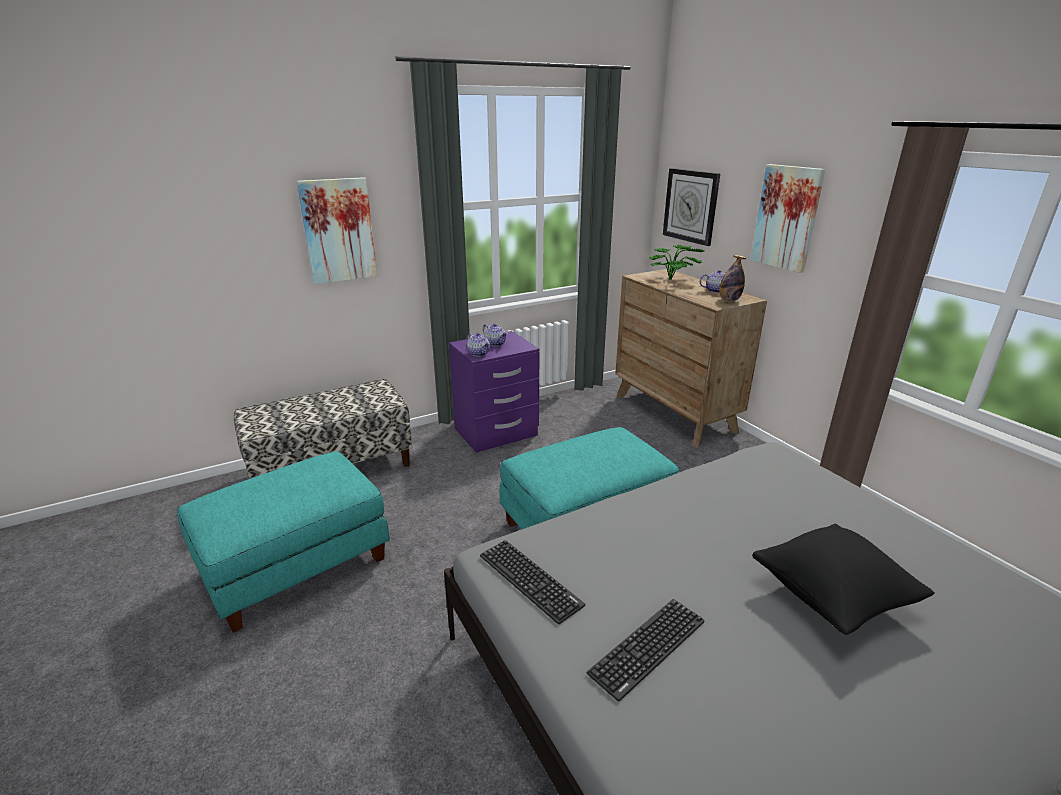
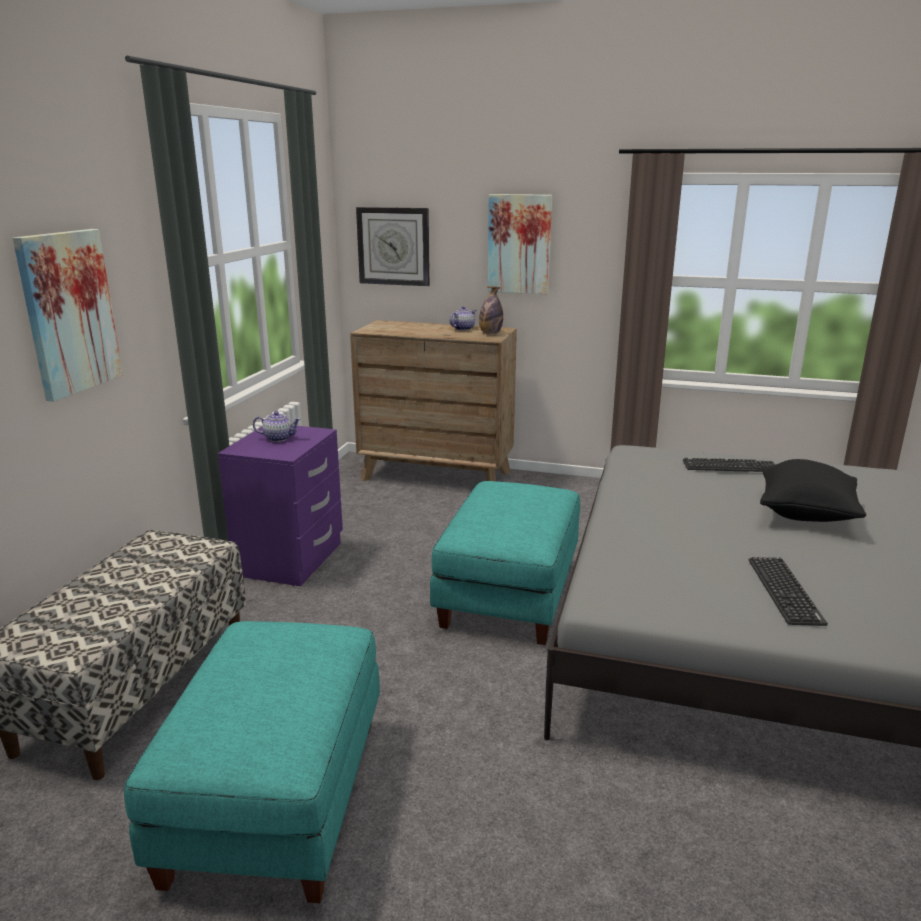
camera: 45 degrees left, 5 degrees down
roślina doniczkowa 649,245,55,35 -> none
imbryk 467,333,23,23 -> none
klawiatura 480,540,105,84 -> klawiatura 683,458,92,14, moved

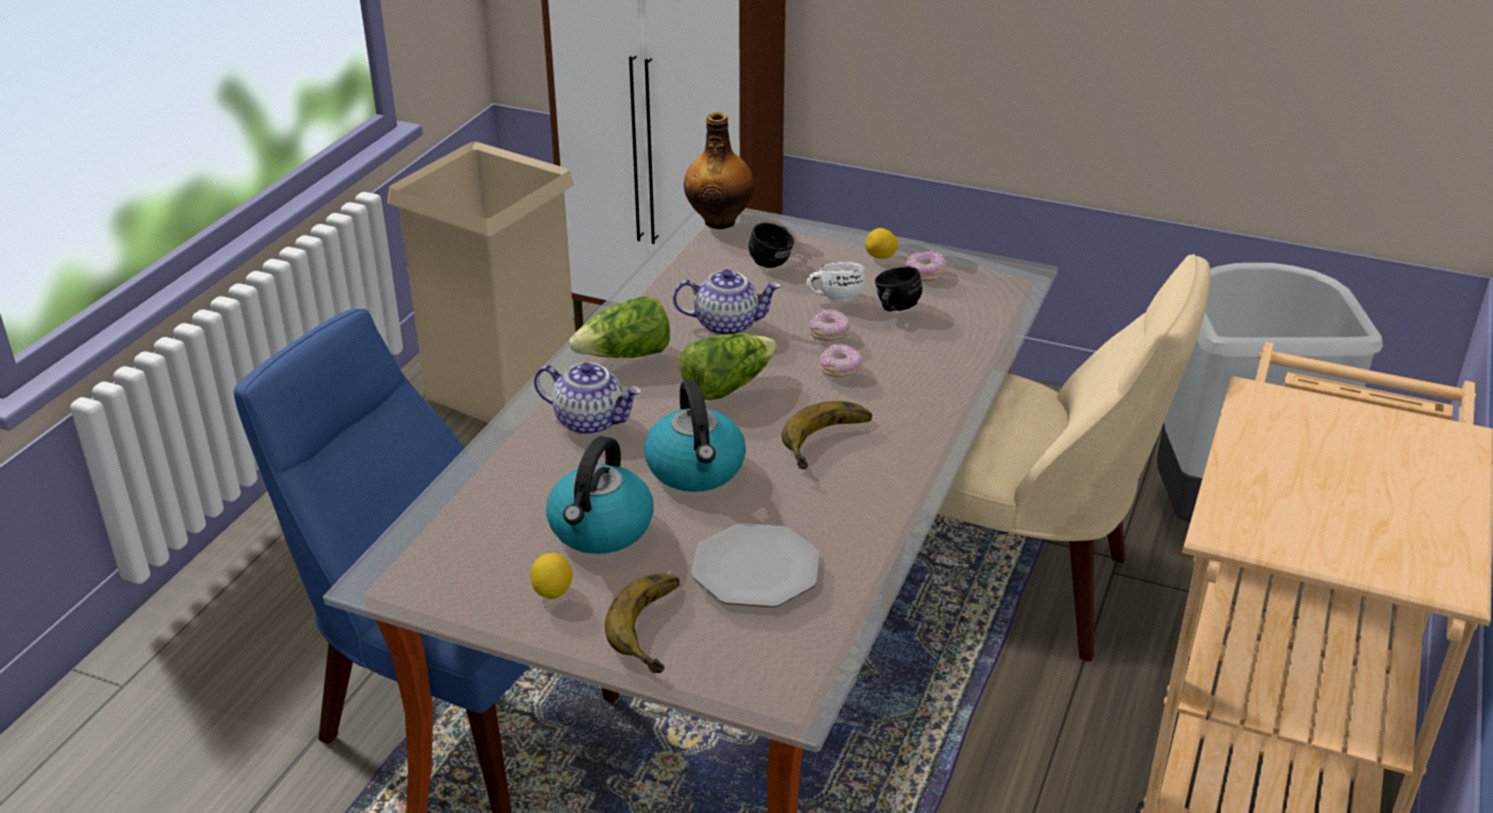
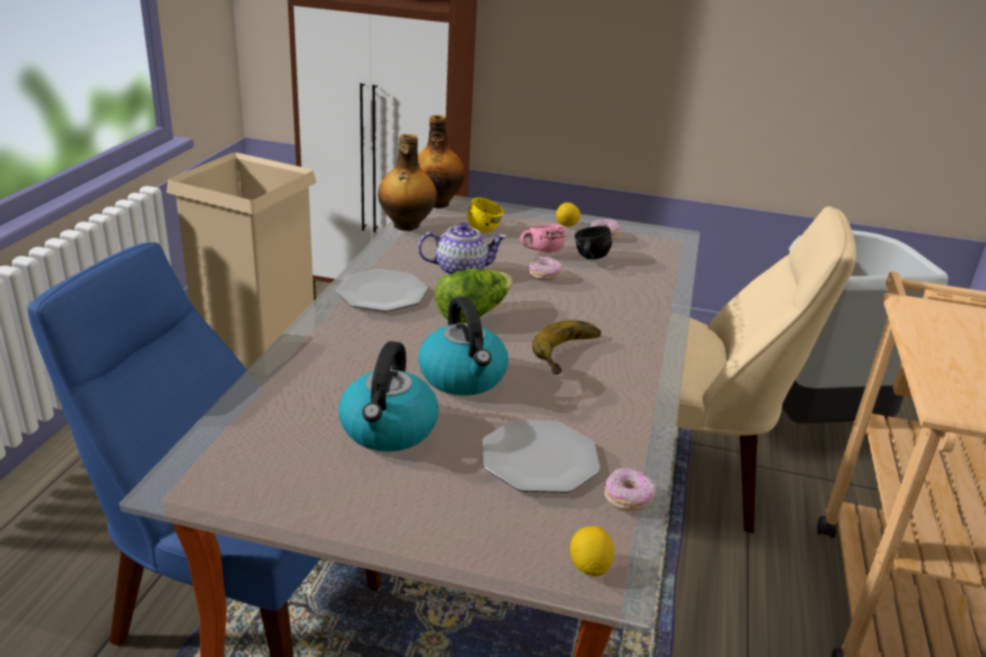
camera: 10 degrees left, 5 degrees down
kubek [czarny] 749,222,45,46 -> kubek [żółty] 467,197,36,35
kubek [biały] 807,262,58,39 -> kubek [różowy] 520,224,46,29
sałata 569,296,101,62 -> talerz 336,269,92,43
donut 820,344,42,33 -> donut 604,468,52,43, moved
imbryk 534,362,108,73 -> none
cytryna 531,553,42,46 -> cytryna 570,526,45,50, moved
banan 605,573,75,100 -> none
none -> butelka 378,134,59,97

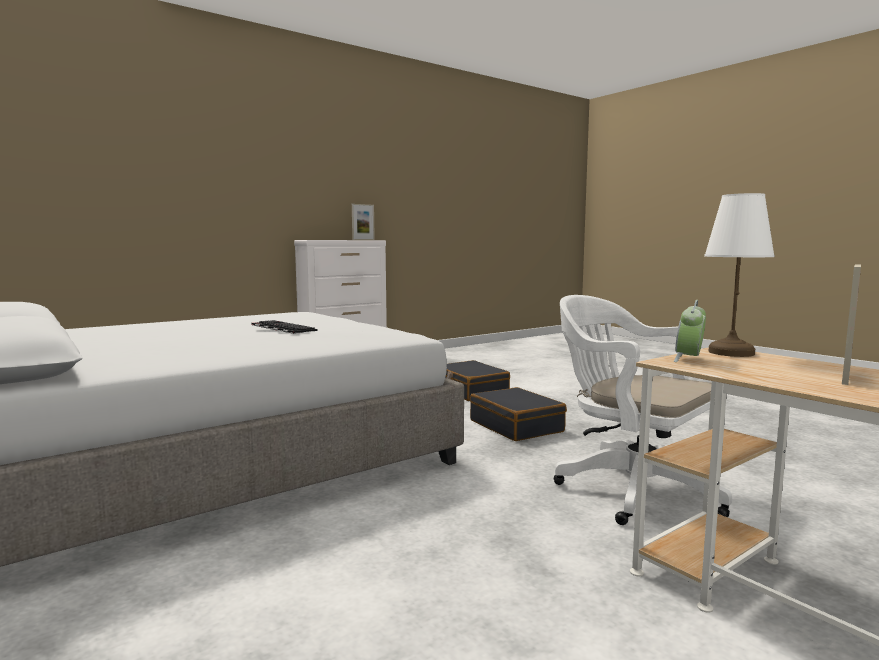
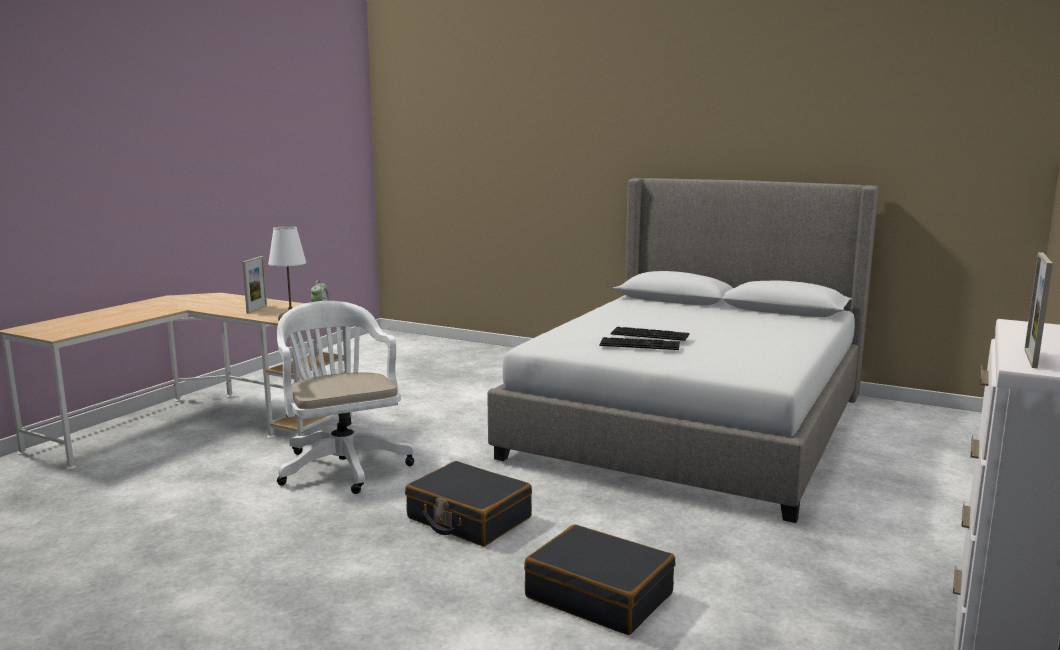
camera: 155 degrees right, 5 degrees up
krzesło biurowe [biały] 554,295,178,230 -> krzesło biurowe [biały] 277,301,137,193, 135 degrees counterclockwise
none -> klawiatura 600,337,80,13

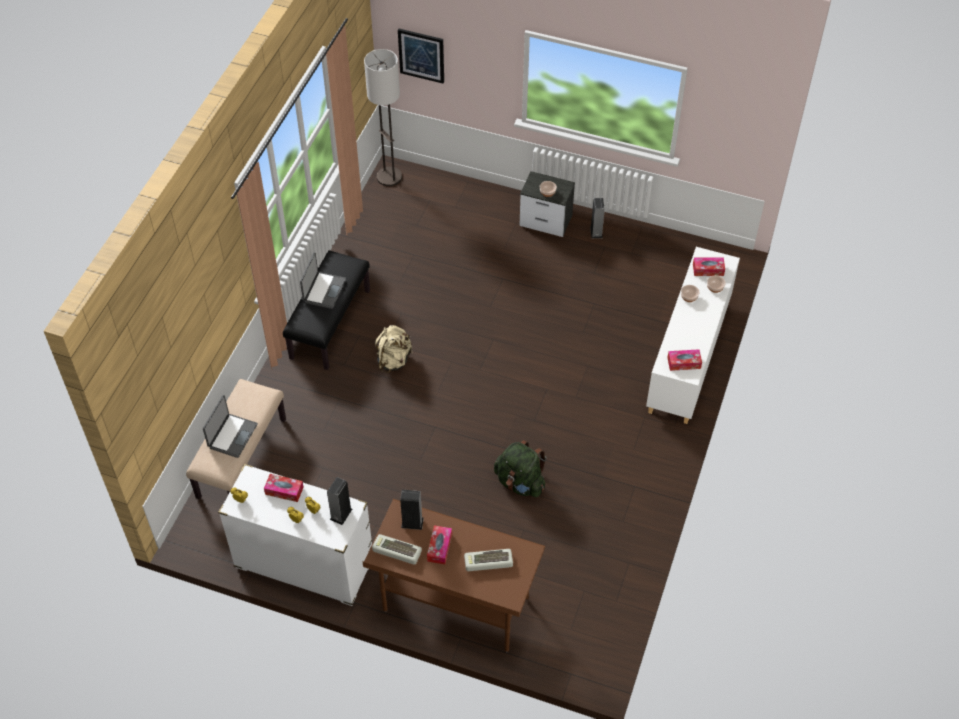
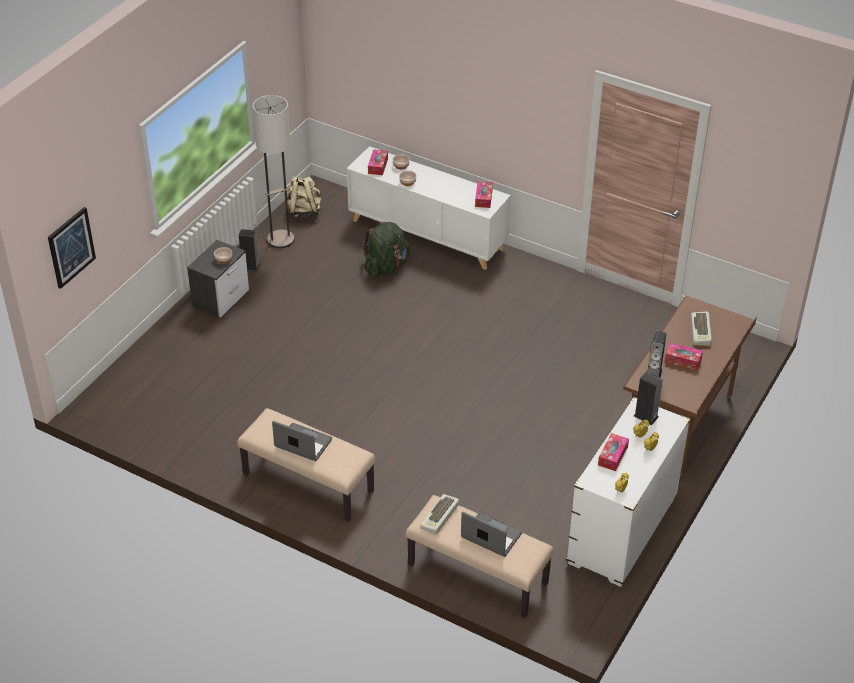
camera: 80 degrees left, 10 degrees down
lampa stojąca 364,49,38,137 -> lampa stojąca 252,95,42,153, moved
ławka [czarny] 283,251,87,119 -> ławka [beżowy] 237,408,138,114
plecak [beżowy] 375,325,37,48 -> plecak [beżowy] 287,176,35,42, moved
plecak [zielony] 494,440,52,57 -> plecak [zielony] 363,222,47,54, moved
klawiatura 372,534,50,31 -> klawiatura 420,494,39,41, moved

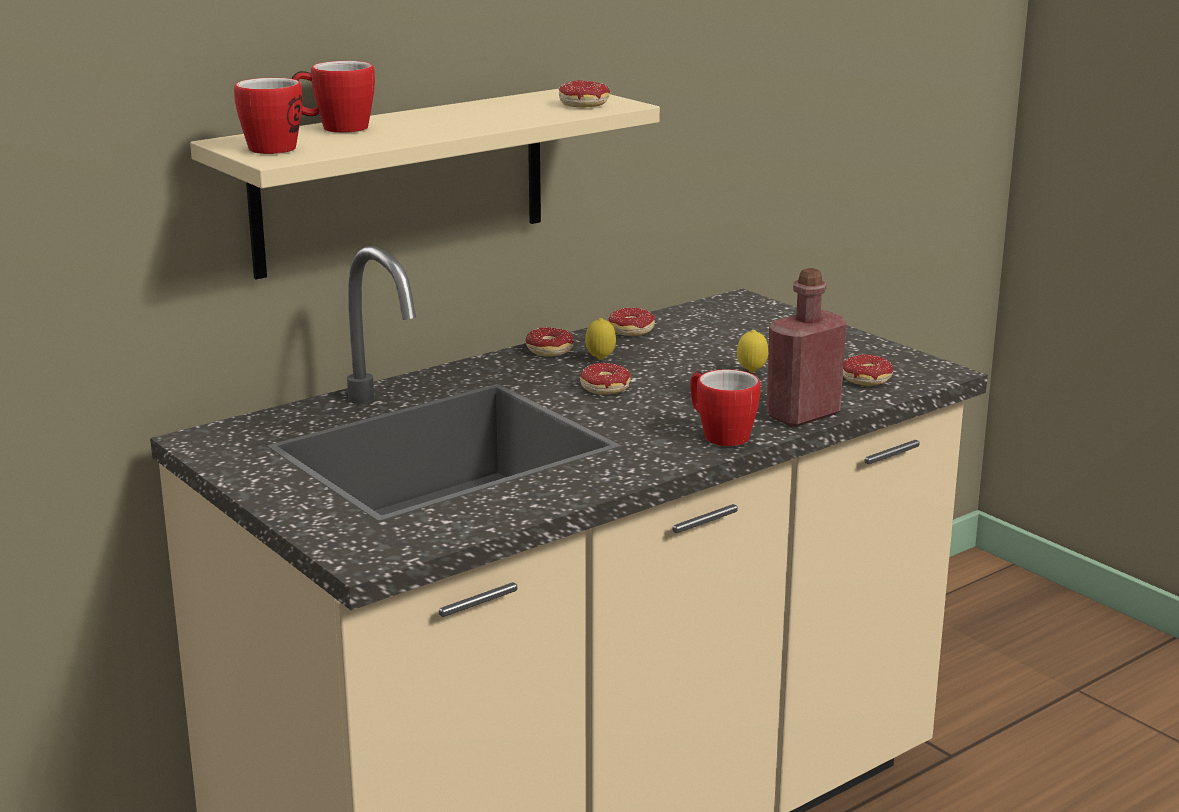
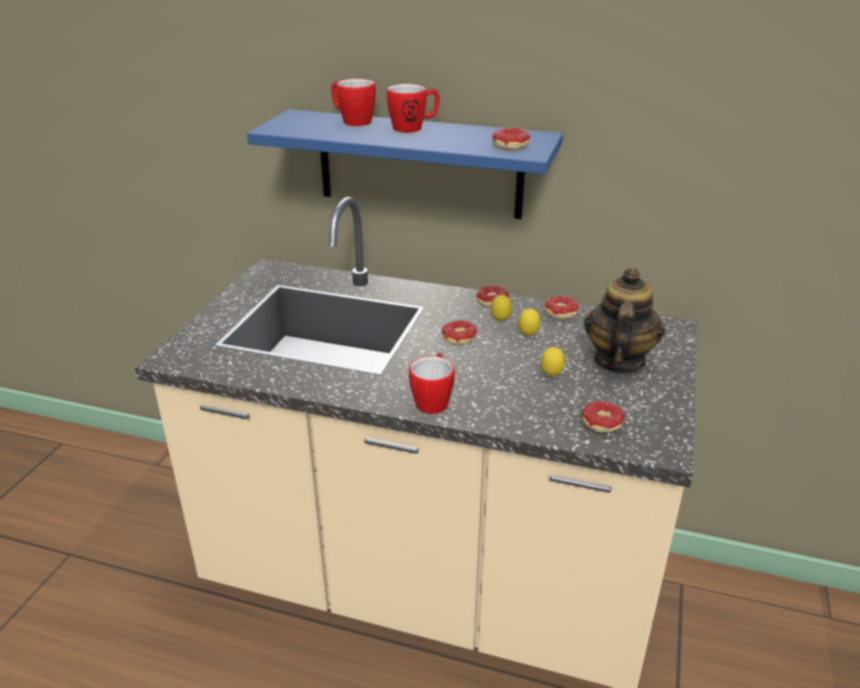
camera: 55 degrees right, 10 degrees up
kubek 234,78,69,76 -> kubek 386,84,54,49, moved
półka [beżowy] 190,89,470,190 -> półka [niebieski] 247,109,316,110
butelka [czerwony] 766,268,81,159 -> none
none -> imbryk 584,267,81,106
none -> cytryna 518,308,22,28

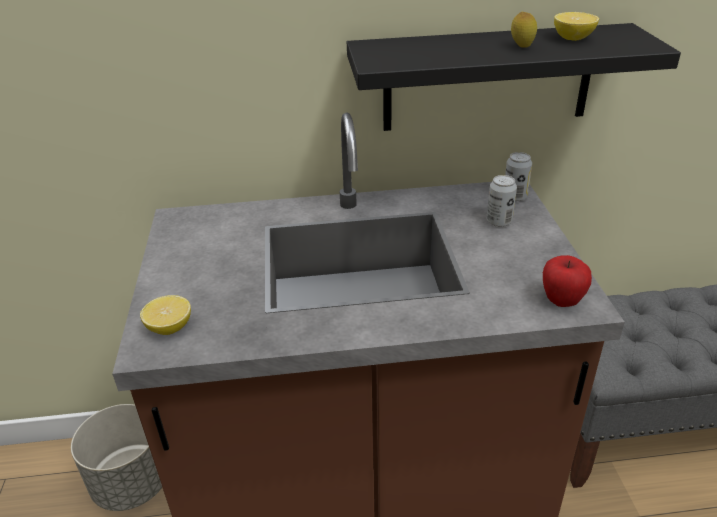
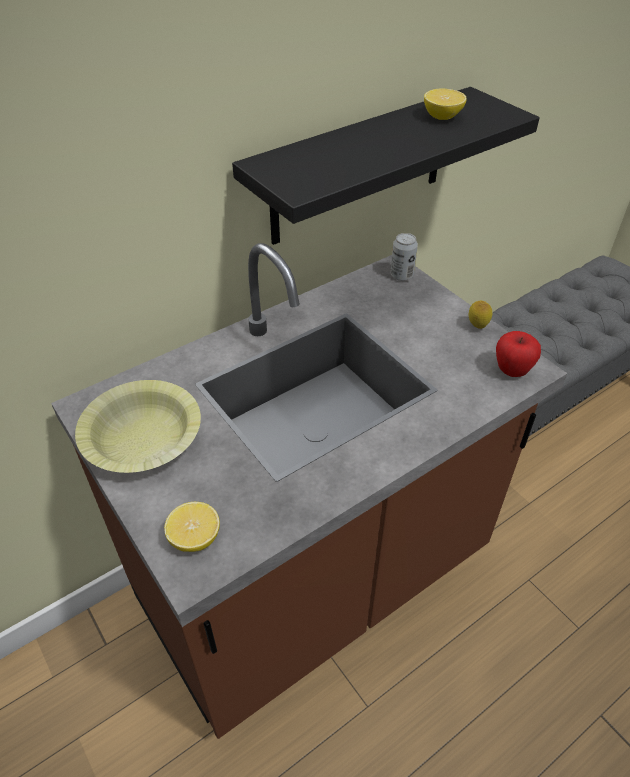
camera: 30 degrees left, 10 degrees up
cytryna 511,12,26,36 -> cytryna 468,301,24,28, moved
puszka 487,175,30,52 -> none
donica [szary] 71,404,91,107 -> none
none -> miska [żółty] 75,380,126,93

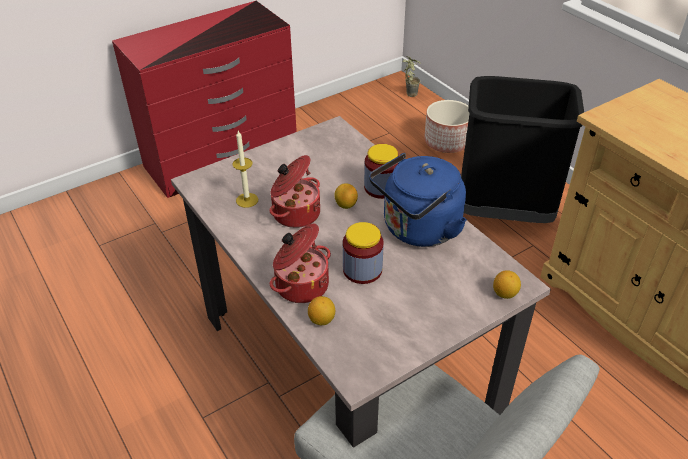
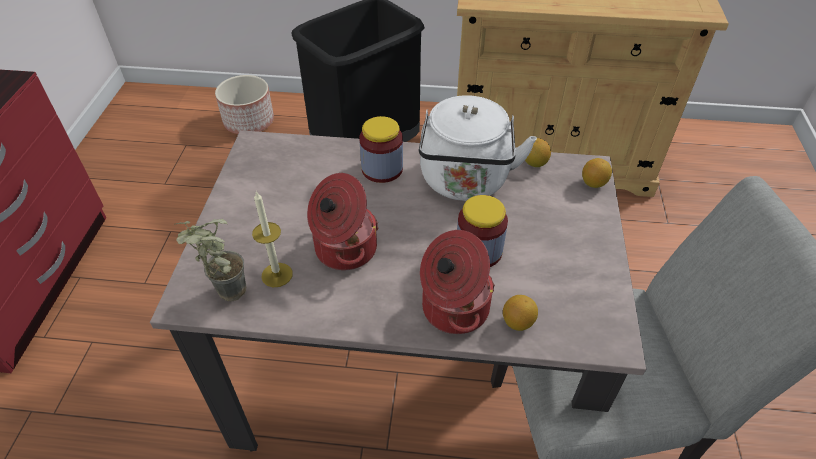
camera: 50 degrees left, 5 degrees up
roślina doniczkowa 403,56,18,41 -> roślina doniczkowa 176,219,70,82, moved
czajnik [niebieski] 369,153,98,94 -> czajnik [biały] 419,95,118,106
cytryna 334,183,24,26 -> cytryna 525,138,26,29, moved

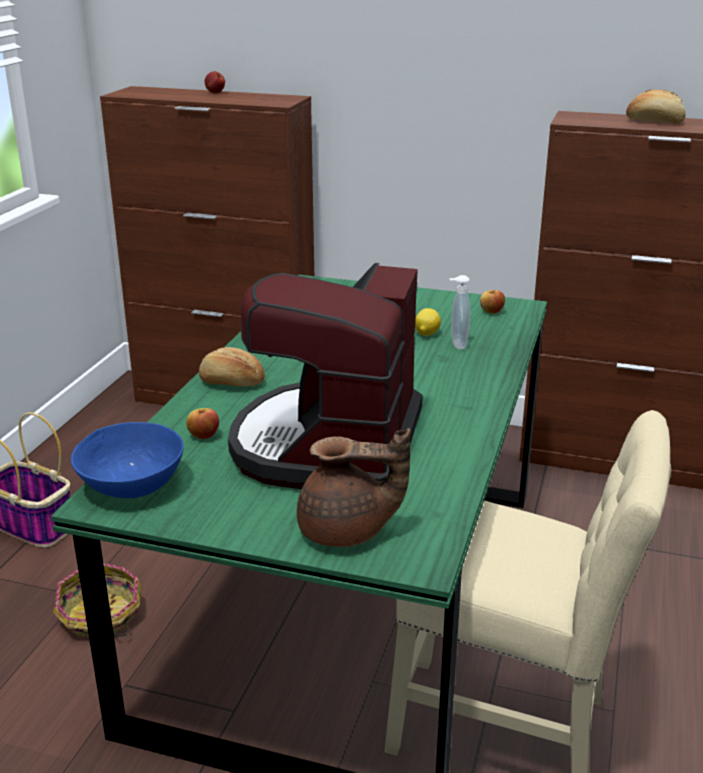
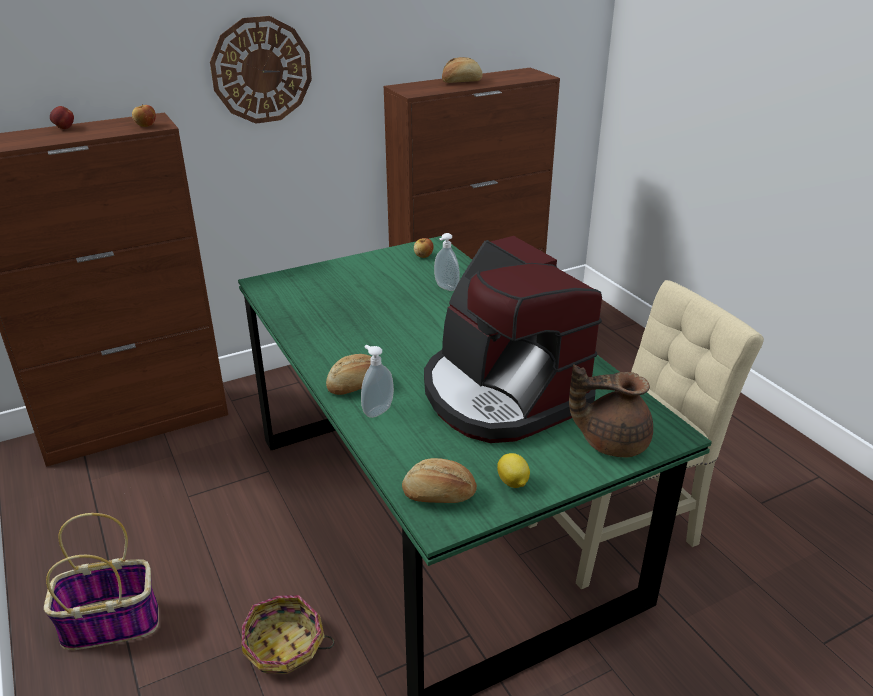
camera: 45 degrees left, 5 degrees up
cytryna 415,308,26,28 -> cytryna 497,453,33,35, moved
jabłko 186,408,33,31 -> jabłko 132,104,24,23, moved
miska [niebieski] 71,422,113,76 -> chleb 402,458,75,45
imbryk [brązowy] 297,428,113,119 -> imbryk [brązowy] 569,364,84,93, 135 degrees counterclockwise
none -> zegar ścienny 210,16,102,108
none -> dozownik mydła 361,345,33,73

